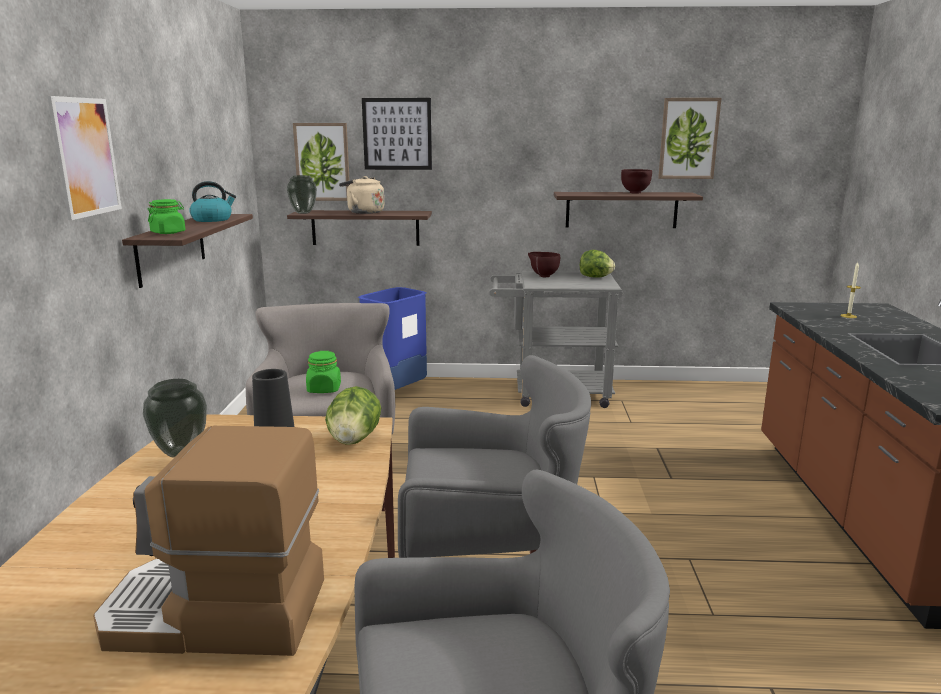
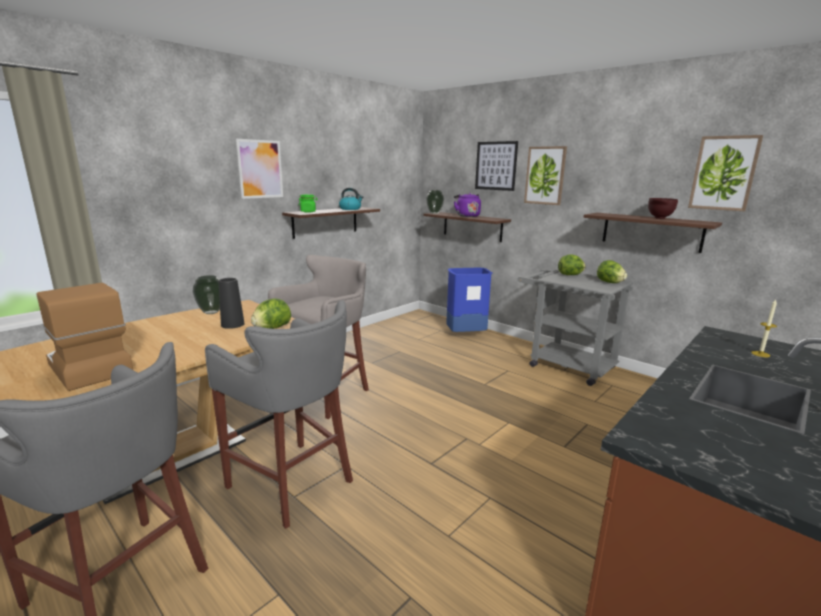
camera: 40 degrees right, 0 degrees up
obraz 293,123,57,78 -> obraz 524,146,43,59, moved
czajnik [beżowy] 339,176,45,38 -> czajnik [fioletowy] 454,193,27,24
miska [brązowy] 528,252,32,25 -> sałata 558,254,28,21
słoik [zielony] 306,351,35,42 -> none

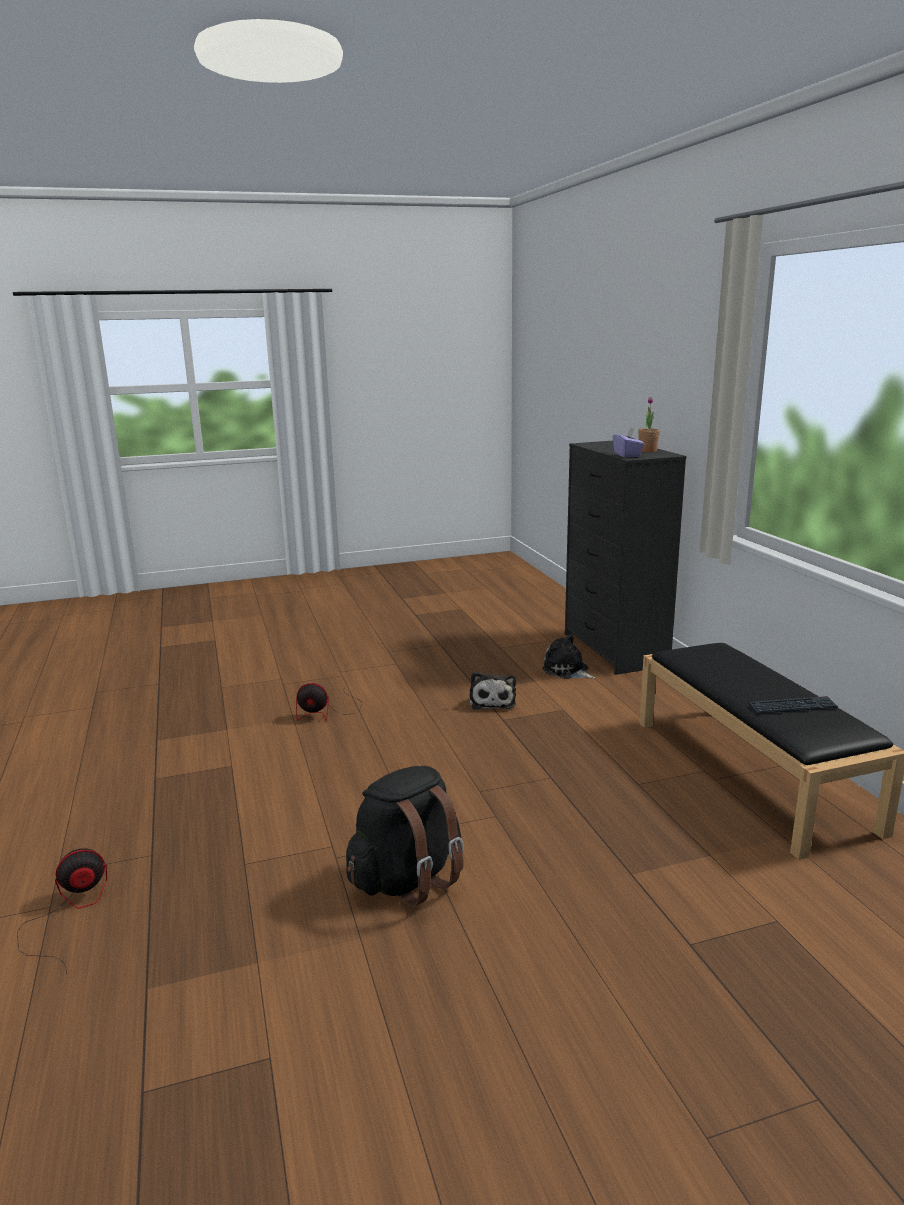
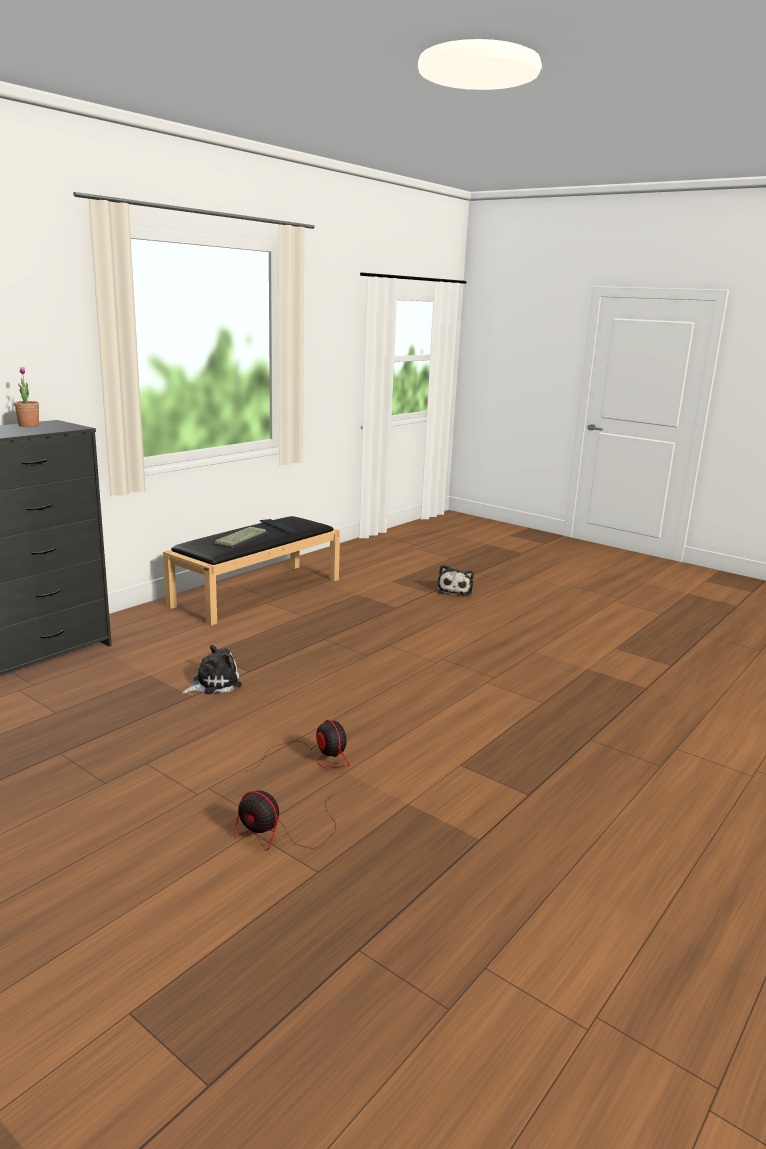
camera: 125 degrees left, 0 degrees up
pudełko chusteczek [fioletowy] 613,427,31,31 -> none
pluszak 542,633,54,46 -> pluszak 438,565,36,31, moved
plecak [czarny] 346,766,118,141 -> none
wentylator 17,848,90,126 -> wentylator 234,790,102,60, moved
none -> klawiatura 214,526,54,22

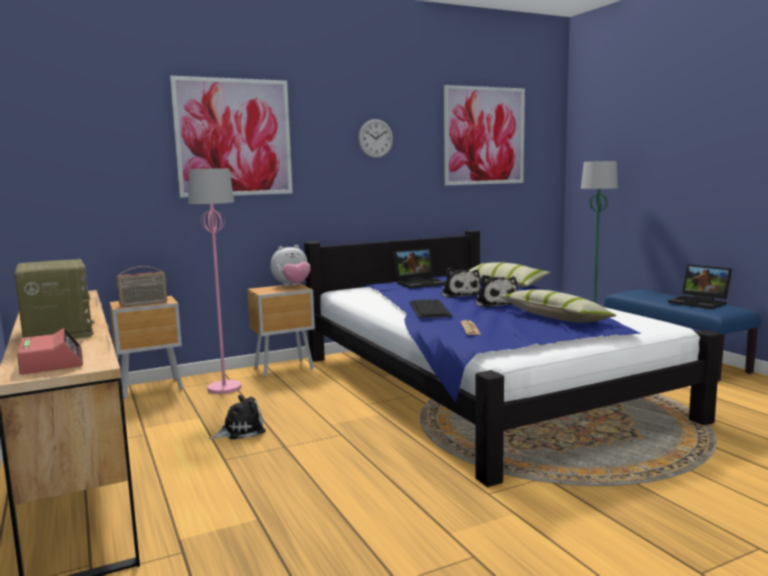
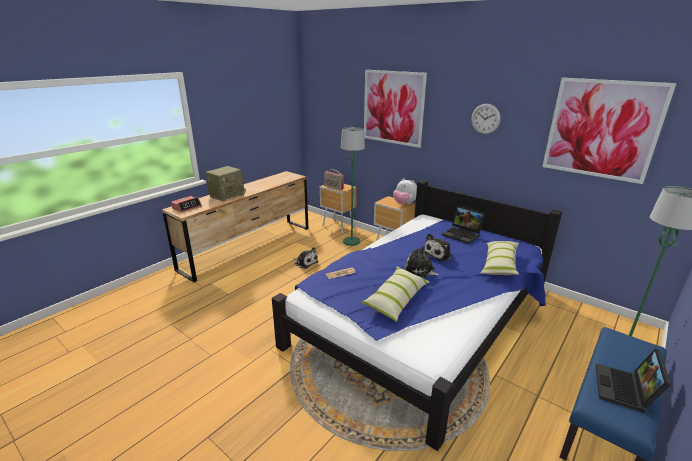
camera: 65 degrees right, 15 degrees up
lampa stojąca [różowy] 188,168,53,226 -> lampa stojąca [zielony] 341,127,24,119
pluszak 474,275,43,33 -> pluszak 404,245,35,33, 75 degrees clockwise
klawiatura 409,299,44,19 -> none

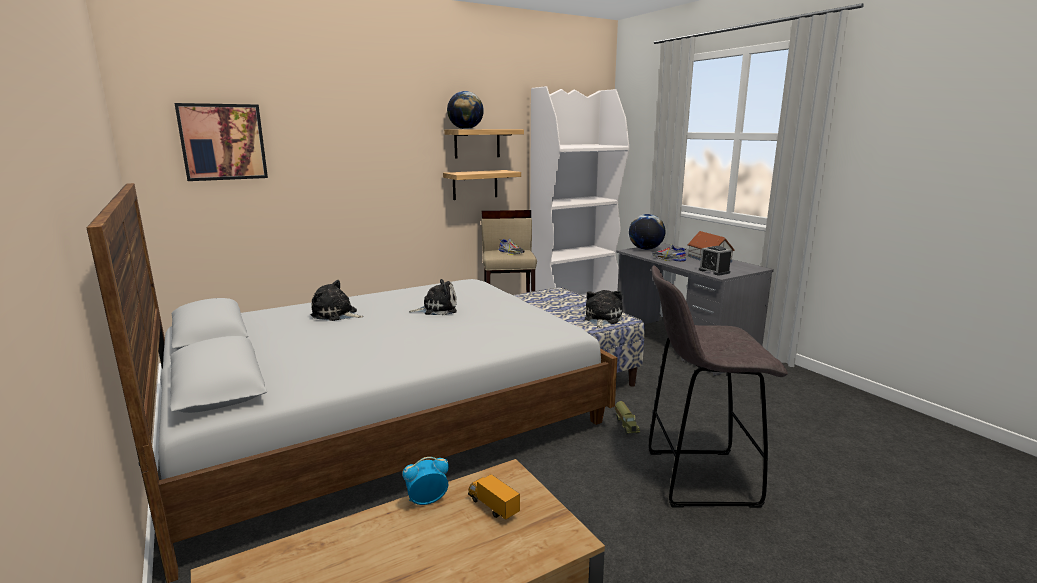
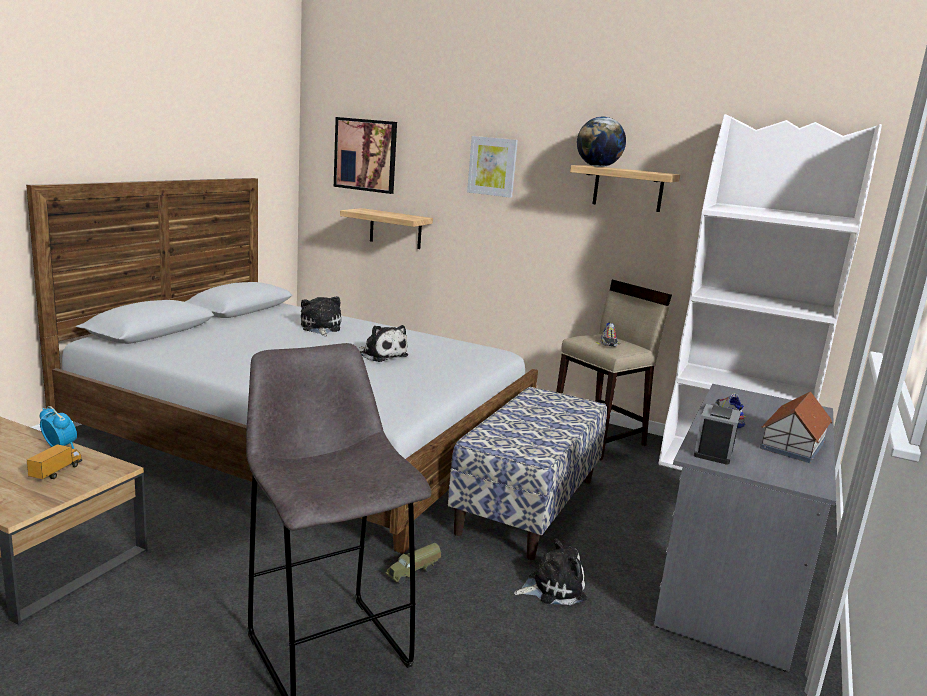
camera: 55 degrees right, 0 degrees up
półka 443,170,78,30 -> półka 340,208,93,41, moved
globus 629,214,36,36 -> none
pluszak 585,290,38,38 -> pluszak 514,538,73,67, moved
none -> obraz 467,136,51,62

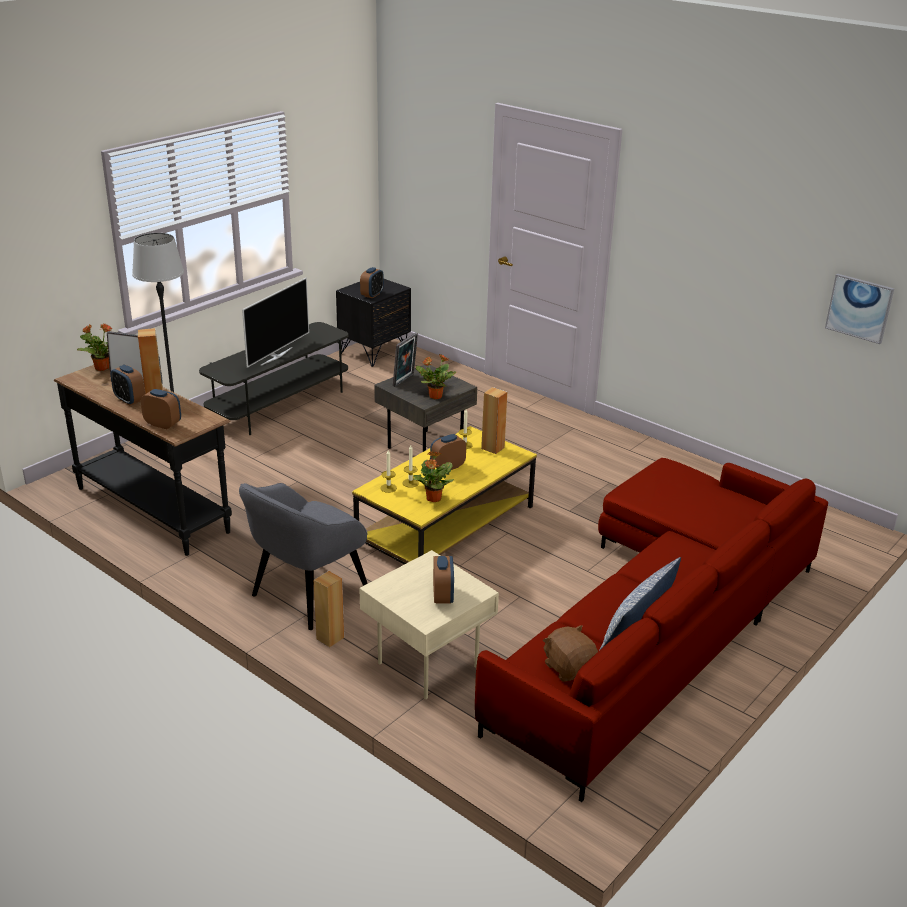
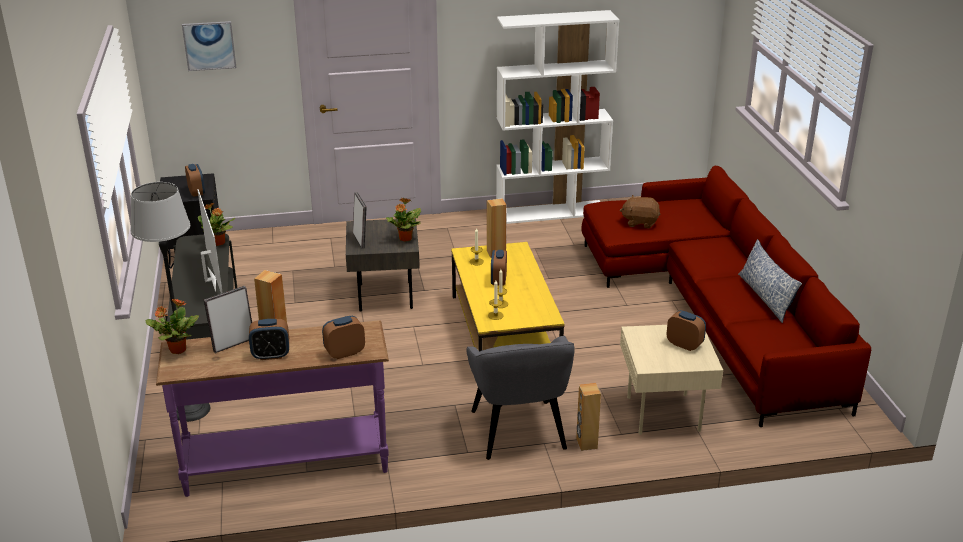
camera: 50 degrees left, 0 degrees up
obraz 825,274,69,70 -> obraz 182,21,54,50, moved
stolik konsolowy [czarny] 54,365,178,191 -> stolik konsolowy [fioletowy] 156,320,233,177
roślina doniczkowa 413,451,41,51 -> roślina doniczkowa 198,203,37,43, moved
pluszak [brązowy] 543,625,55,57 -> pluszak [brązowy] 620,195,40,33, moved
none -> regał [biały] 496,10,123,214

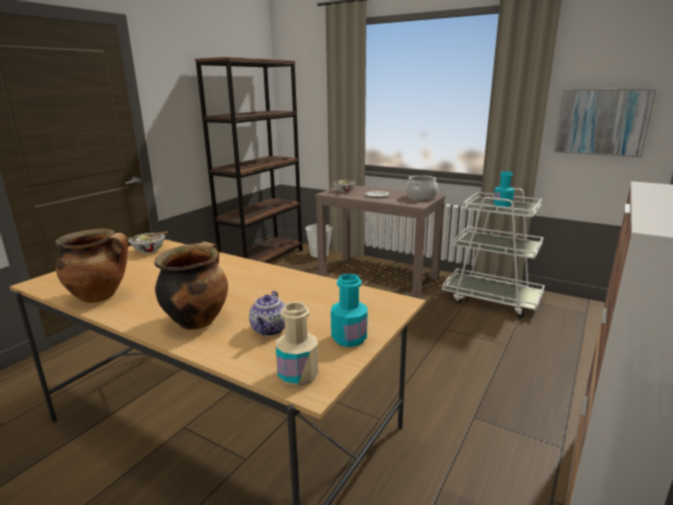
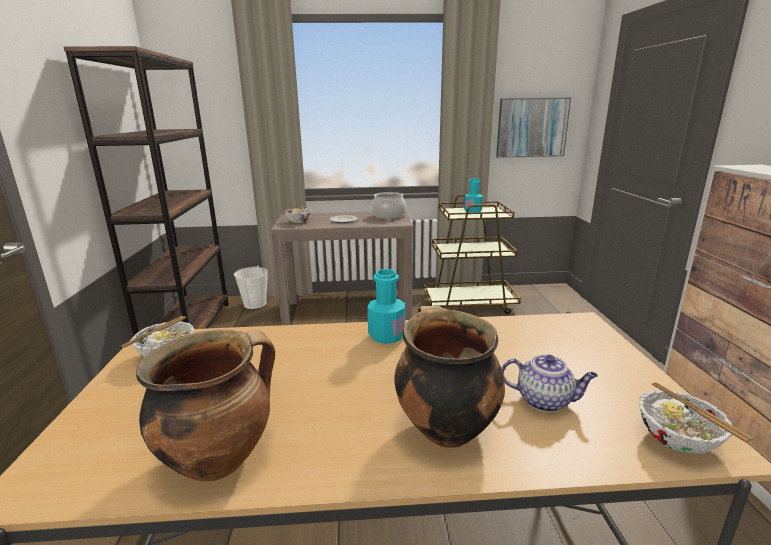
camera: 35 degrees left, 0 degrees up
wózek [biały] 442,188,103,130 -> wózek [brązowy] 423,194,98,120
butelka [turkusowy] 331,274,37,73 -> butelka [turkusowy] 367,269,38,75, moved
imbryk 249,291,36,45 -> imbryk 502,354,96,58, 45 degrees counterclockwise
butelka [beżowy] 276,302,43,84 -> miska 639,382,114,72

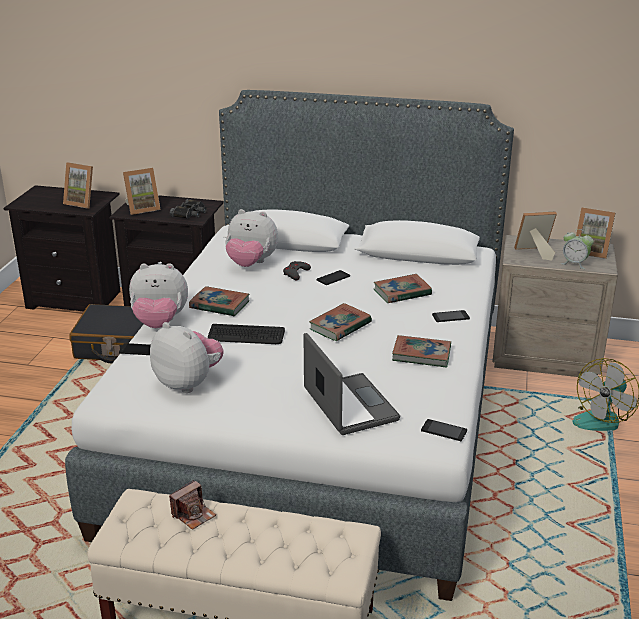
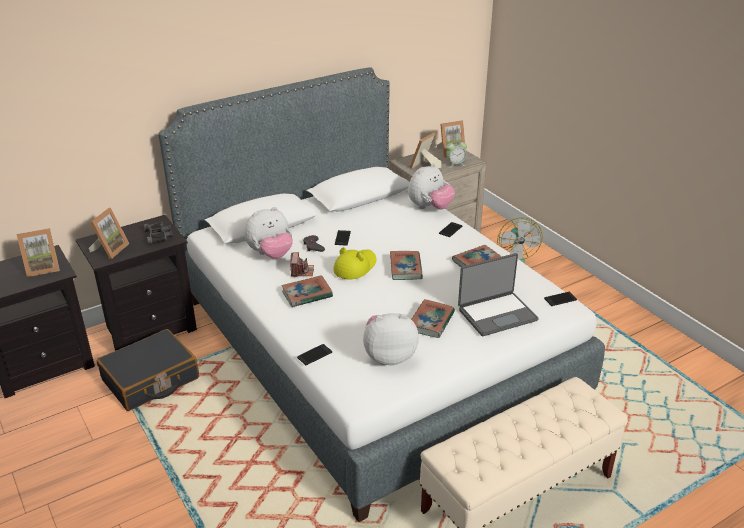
camera: 45 degrees left, 5 degrees up
pluszak 129,263,59,65 -> pluszak 408,163,47,47, moved
książka 373,274,59,29 -> książka 411,299,44,39, moved
klawiatura 208,324,77,20 -> none
laptop 303,333,97,102 -> laptop 458,253,81,83, 135 degrees clockwise
aparat fotograficzny 169,480,47,50 -> aparat fotograficzny 290,252,24,25, moved
none -> kapelusz [żółty] 333,247,44,32

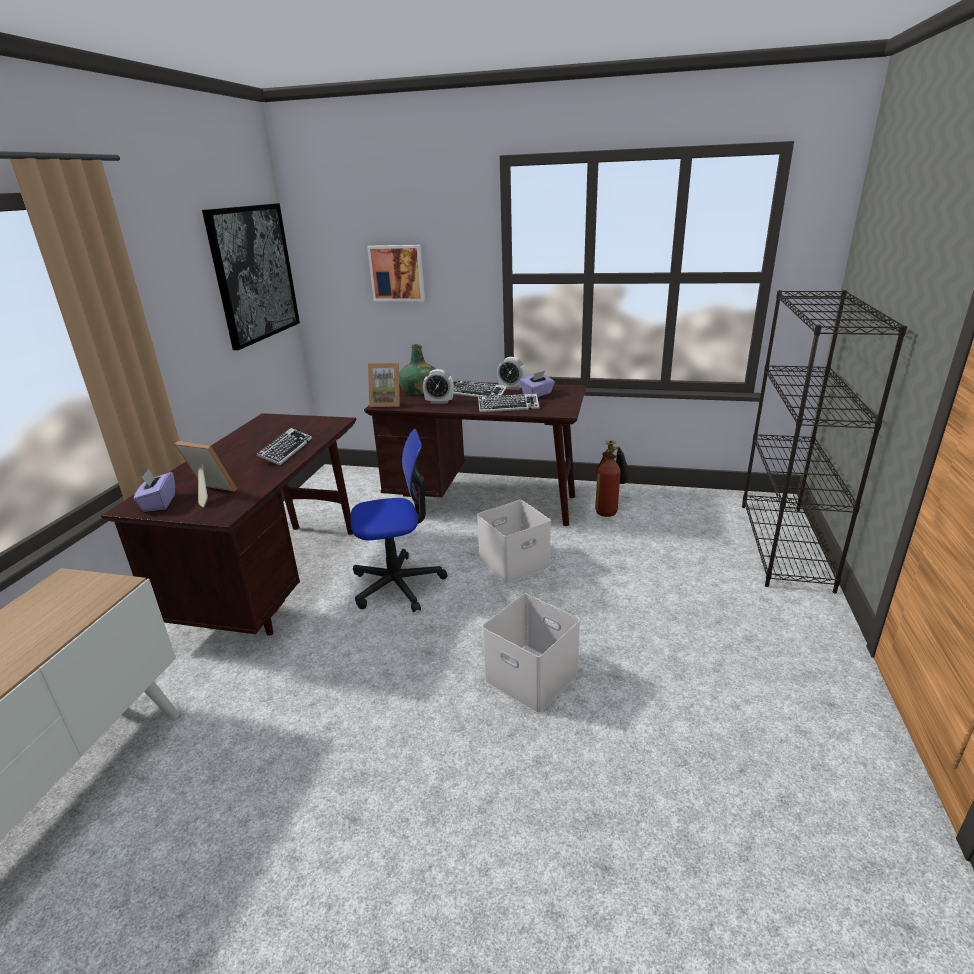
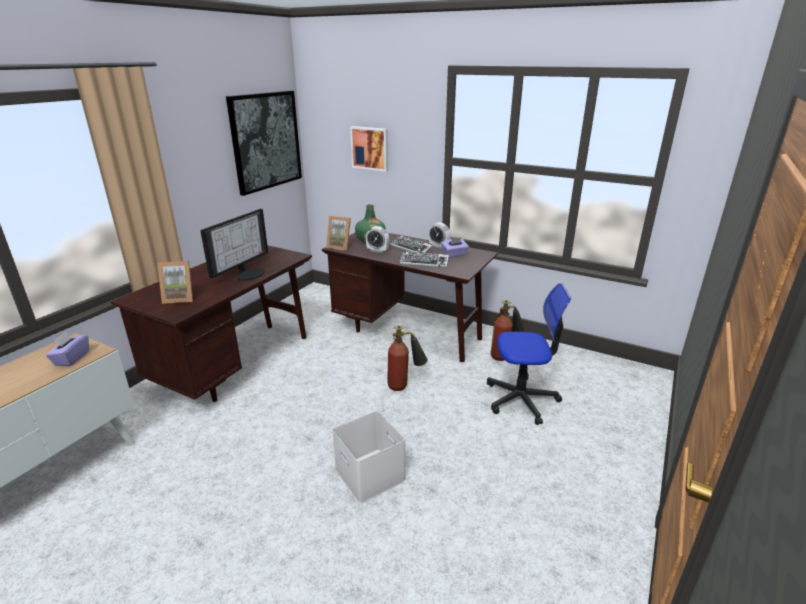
camera: 15 degrees right, 0 degrees up
regał [czarny] 742,290,165,304 -> none
klawiatura 256,428,56,37 -> monitor 200,209,68,72
krzesło biurowe 350,429,97,183 -> krzesło biurowe 487,283,84,142, moved
ramka na zdjęcie 175,441,62,66 -> ramka na zdjęcie 157,261,36,43, 135 degrees clockwise
pudełko chusteczek [fioletowy] 134,469,41,43 -> pudełko chusteczek [fioletowy] 46,332,43,34, moved
pojemnik do przechowywania [biały] 477,500,74,84 -> gaśnica 387,325,41,66

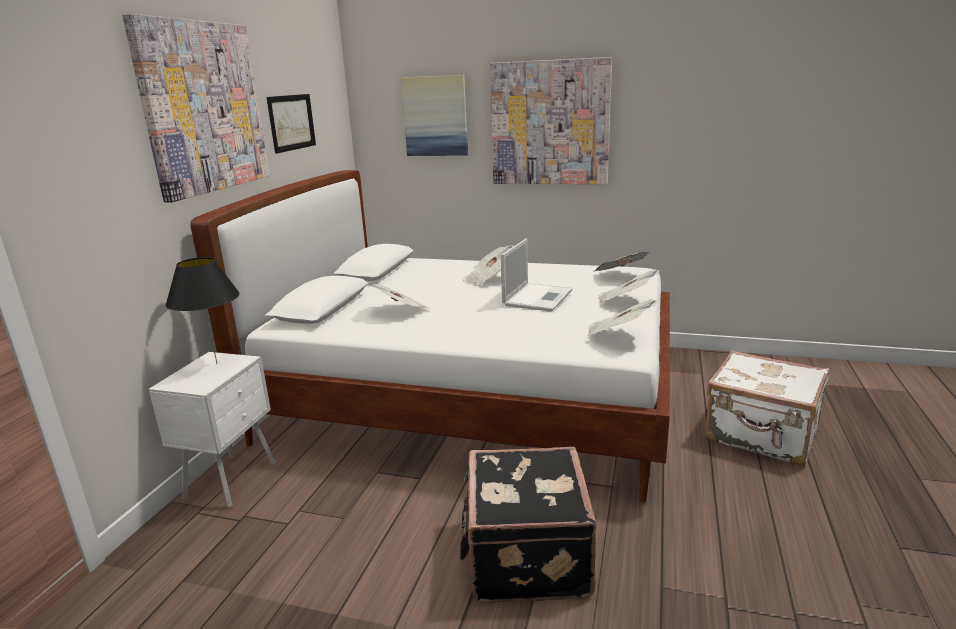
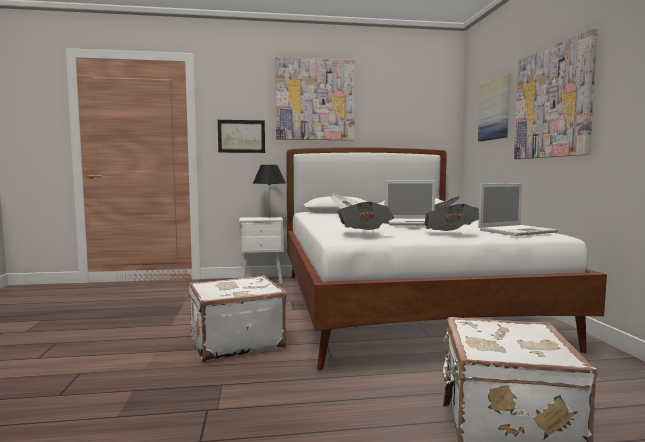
camera: 65 degrees right, 15 degrees down
obraz 267,94,49,60 -> obraz 218,120,47,33, moved
gazeta 595,252,54,19 -> laptop 478,183,81,53
walizka [czarny] 460,447,137,156 -> walizka [biały] 188,275,99,87

